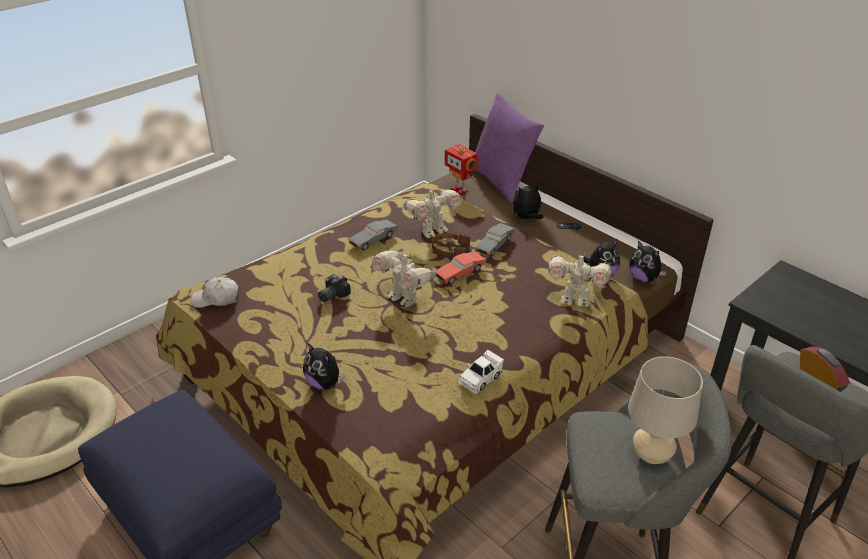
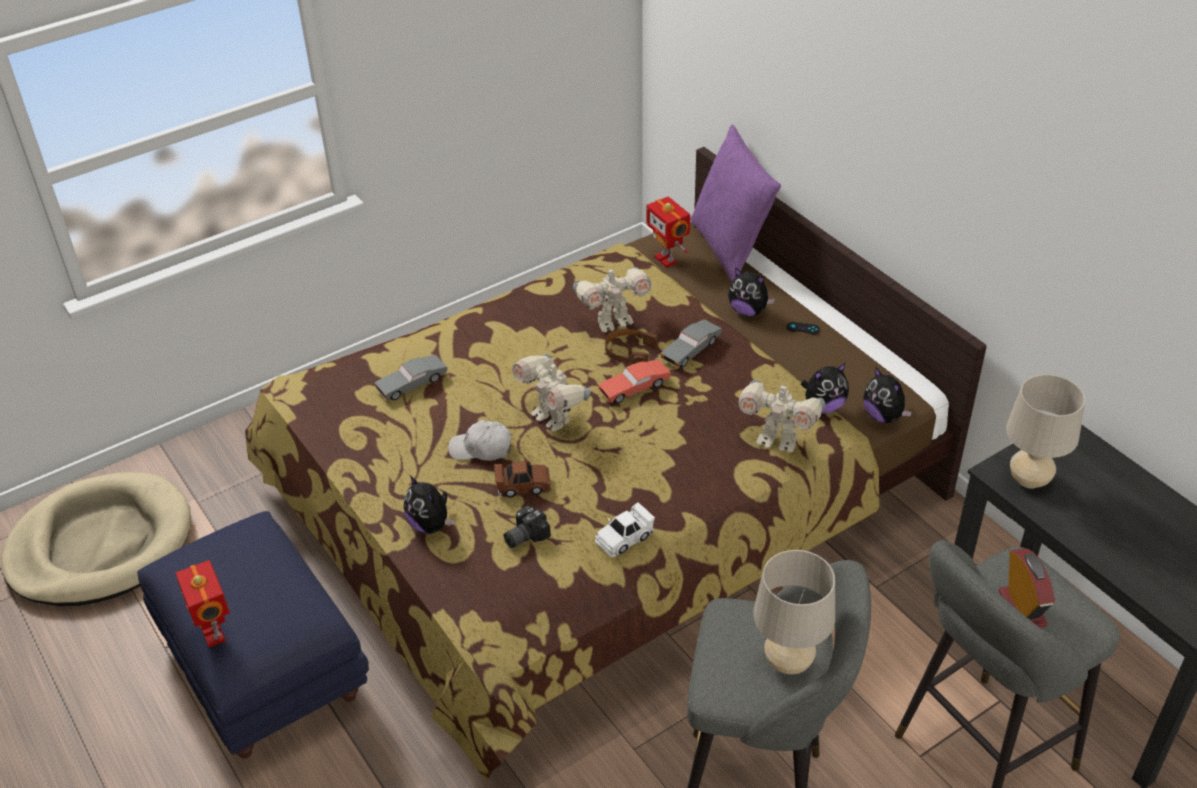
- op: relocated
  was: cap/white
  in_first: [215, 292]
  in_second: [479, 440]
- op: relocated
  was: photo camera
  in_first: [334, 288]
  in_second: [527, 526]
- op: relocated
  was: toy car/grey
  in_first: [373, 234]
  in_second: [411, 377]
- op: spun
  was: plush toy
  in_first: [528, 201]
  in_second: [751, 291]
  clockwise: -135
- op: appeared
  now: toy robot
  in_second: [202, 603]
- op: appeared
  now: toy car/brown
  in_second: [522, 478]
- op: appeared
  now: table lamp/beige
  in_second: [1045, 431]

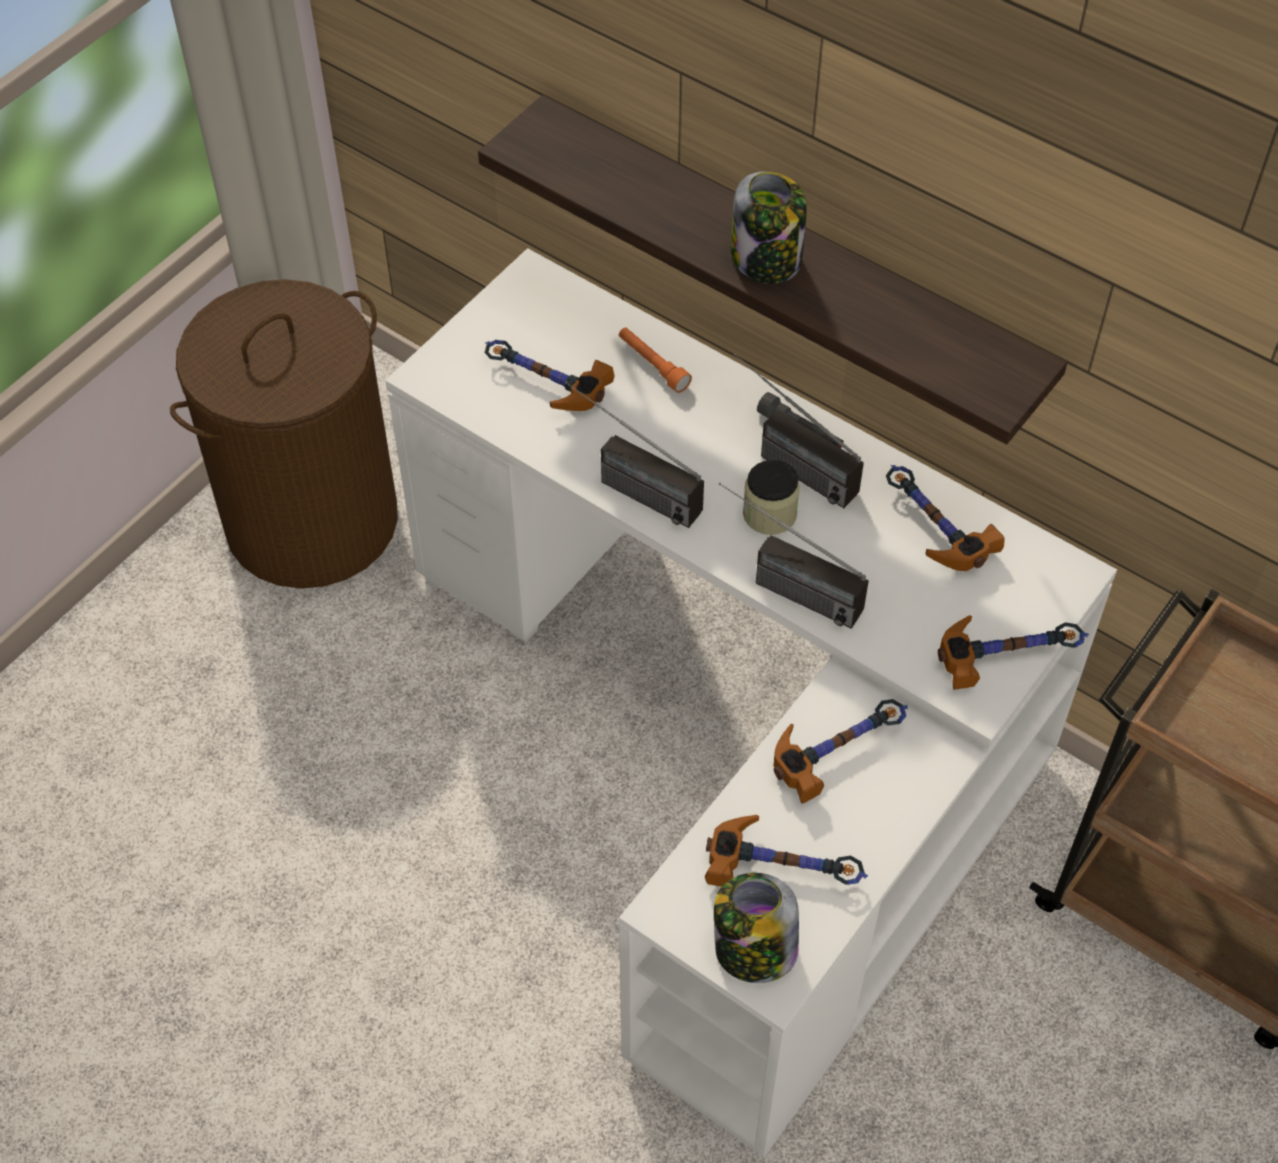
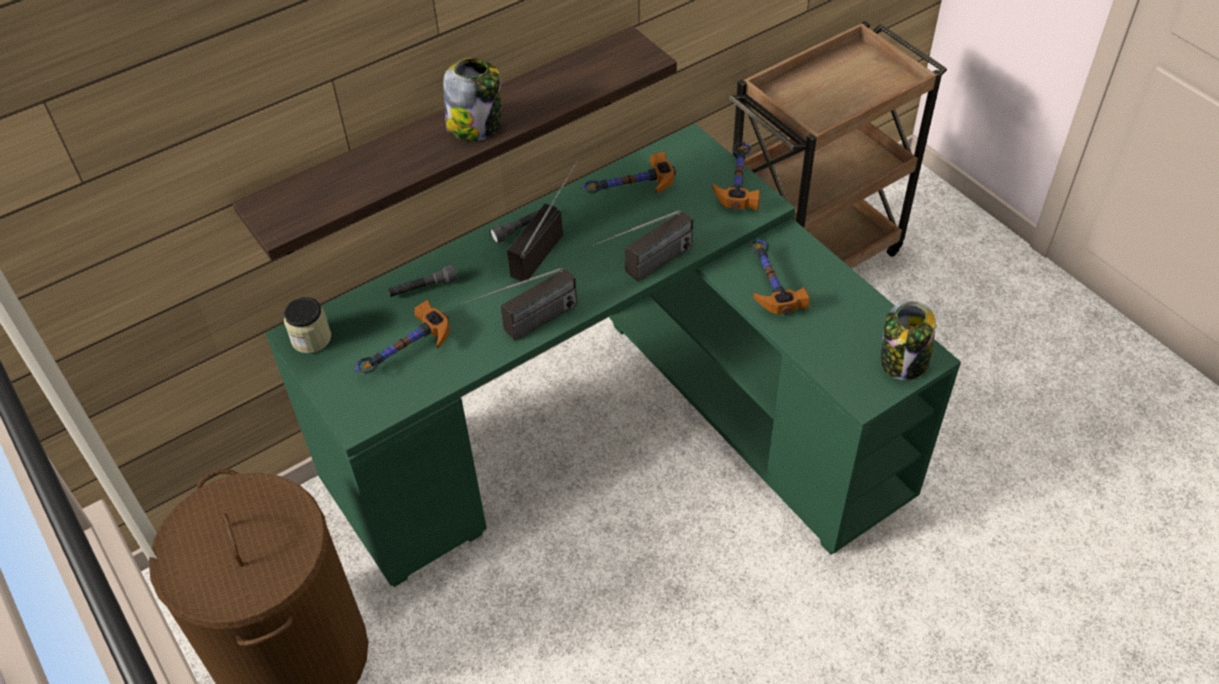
- op: colour
  was: desk/white
  now: desk/green
  in_first: [751, 702]
  in_second: [613, 355]
- op: colour
  was: flashlight/orange
  now: flashlight/grey
  in_first: [655, 360]
  in_second: [422, 280]
- op: missing
  was: hammer
  in_first: [786, 851]
- op: spun
  was: radio
  in_first: [799, 430]
  in_second: [542, 221]
  clockwise: 150
- op: relocated
  was: jar
  in_first: [771, 497]
  in_second: [307, 325]

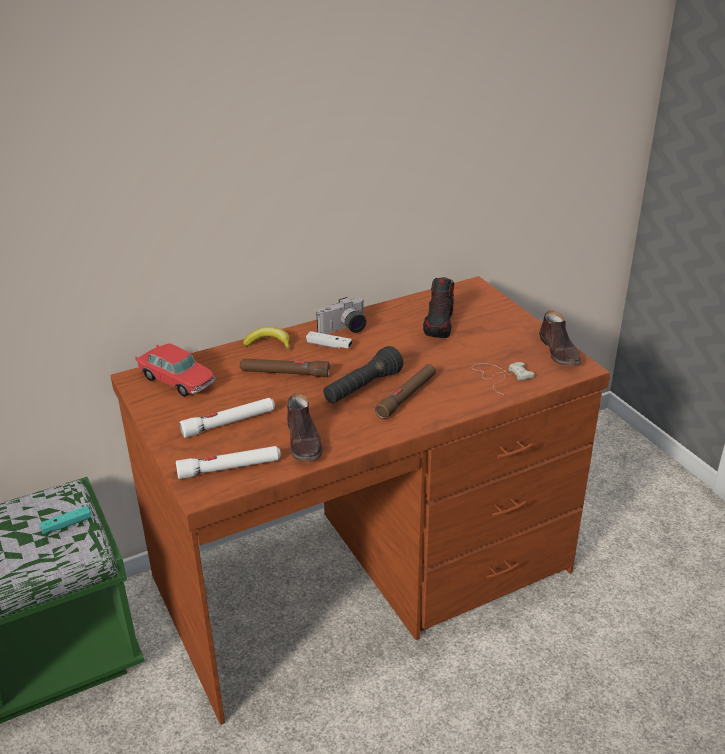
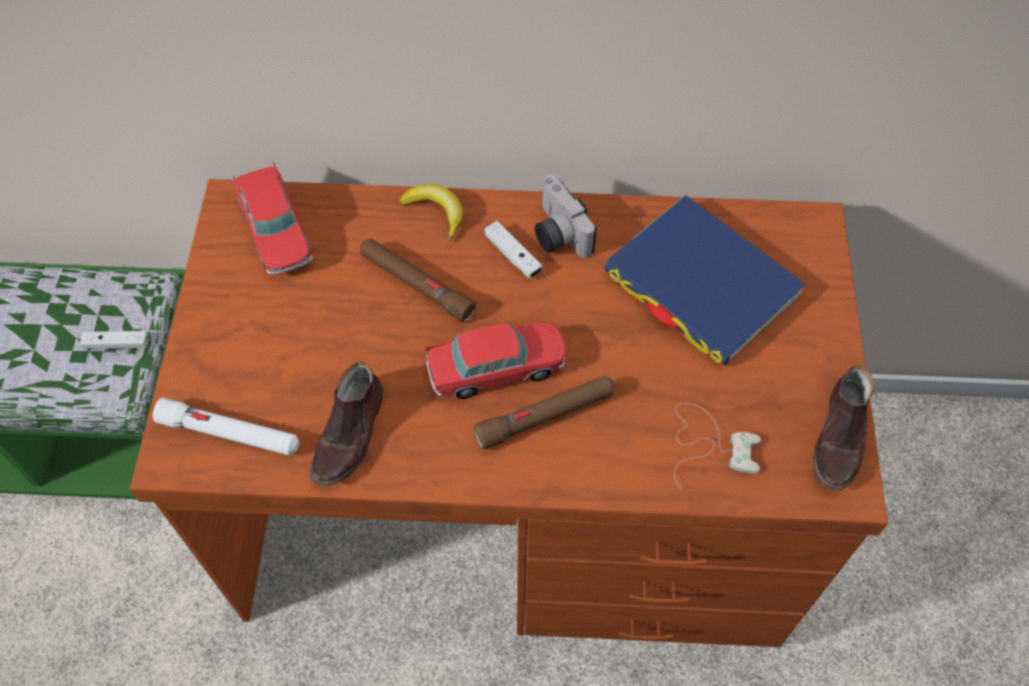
- op: colour
  was: game controller/turquoise
  now: game controller/white
  in_first: [65, 520]
  in_second: [114, 340]
- op: missing
  was: flashlight/white
  in_first: [227, 418]
- op: spun
  was: photo camera
  in_first: [341, 315]
  in_second: [566, 216]
  clockwise: 60
- op: exchanged
  was: flashlight/black
  now: toy car
  in_first: [363, 375]
  in_second: [495, 361]
- op: exchanged
  was: shoe
  now: book/blue
  in_first: [438, 307]
  in_second: [705, 280]

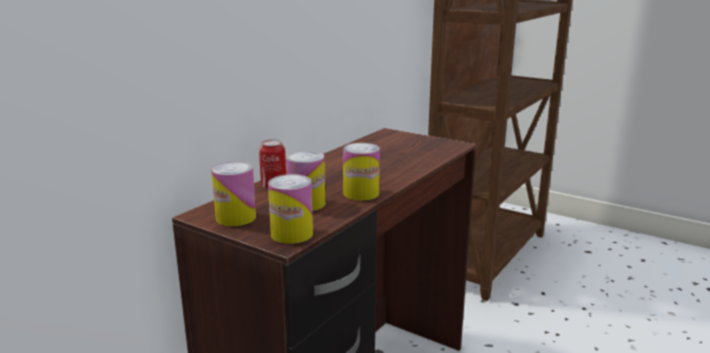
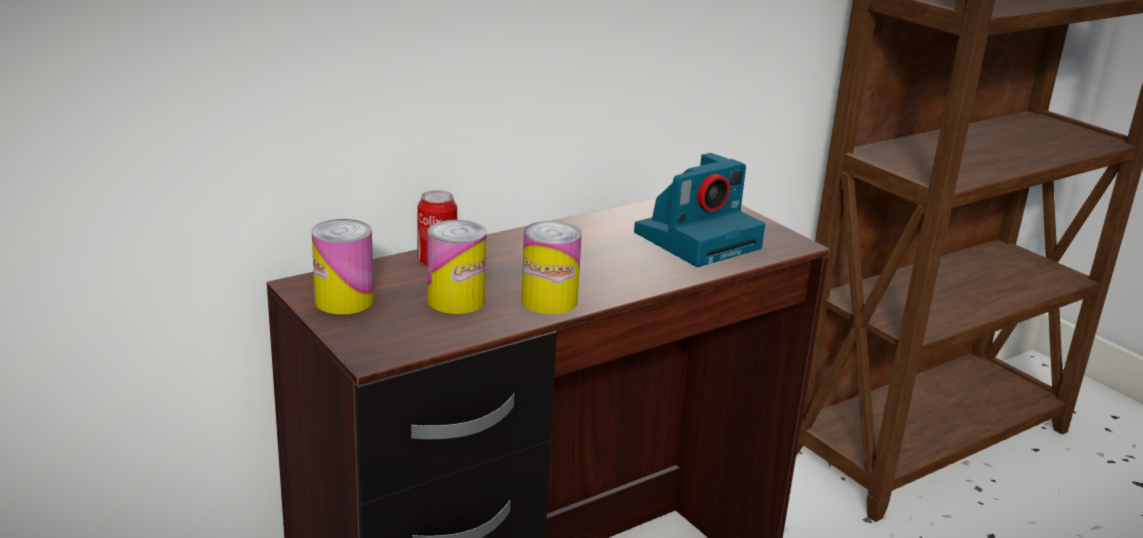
- op: missing
  was: can
  in_first: [290, 209]
- op: appeared
  now: photo camera
  in_second: [699, 210]

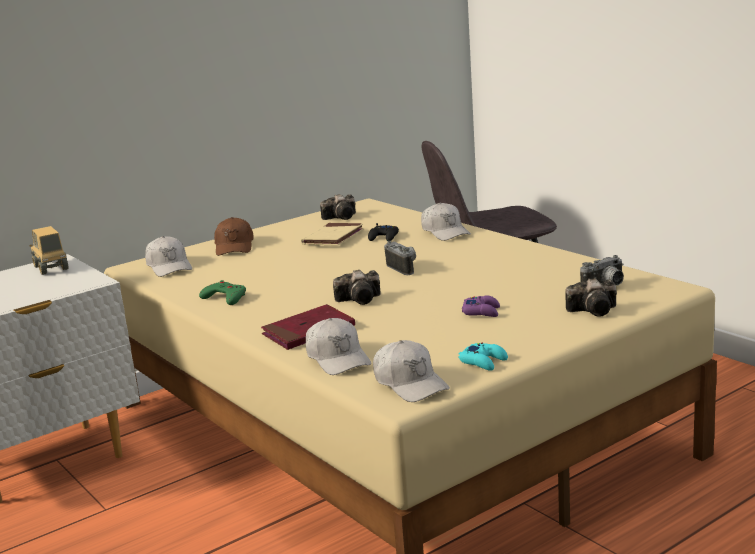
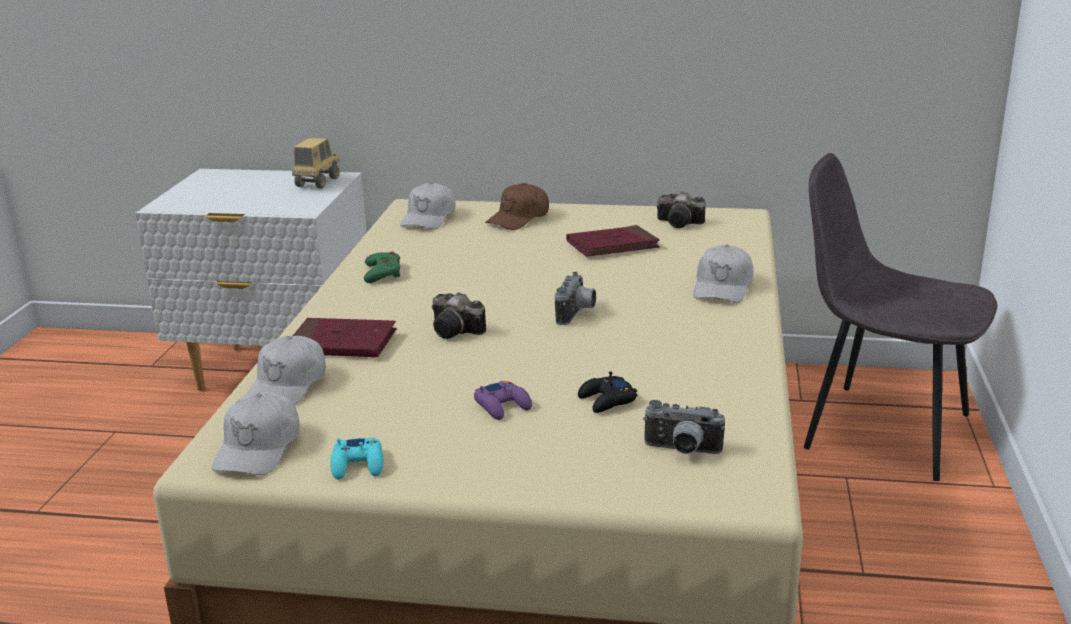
- op: colour
  was: book/beige
  now: book/red
  in_first: [332, 234]
  in_second: [613, 241]
- op: relocated
  was: game controller/black
  in_first: [383, 232]
  in_second: [607, 392]
- op: missing
  was: photo camera
  in_first: [591, 297]

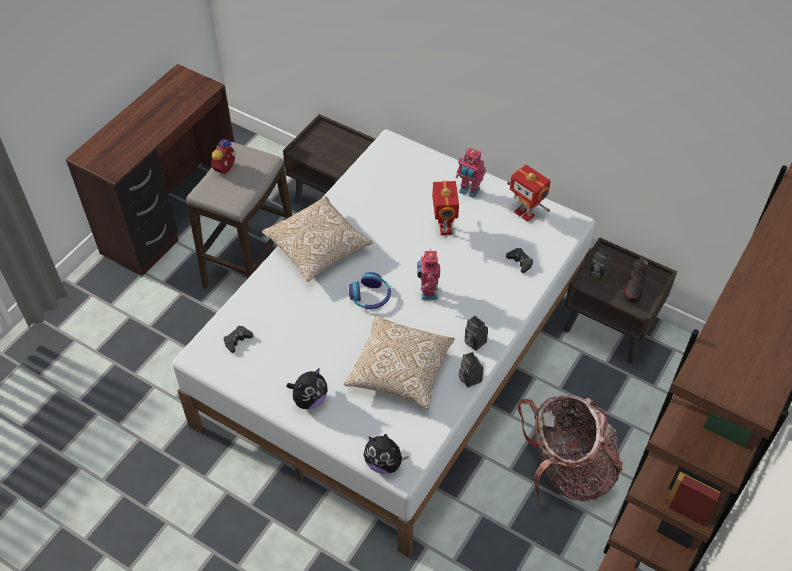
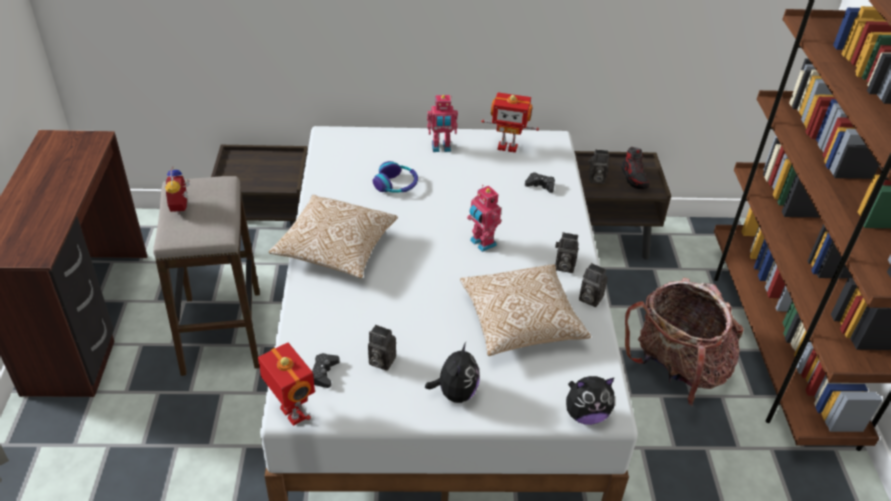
- op: relocated
  was: headphones
  in_first: [370, 290]
  in_second: [395, 177]
- op: relocated
  was: toy robot
  in_first: [445, 208]
  in_second: [286, 384]
- op: appeared
  now: photo camera
  in_second: [382, 348]

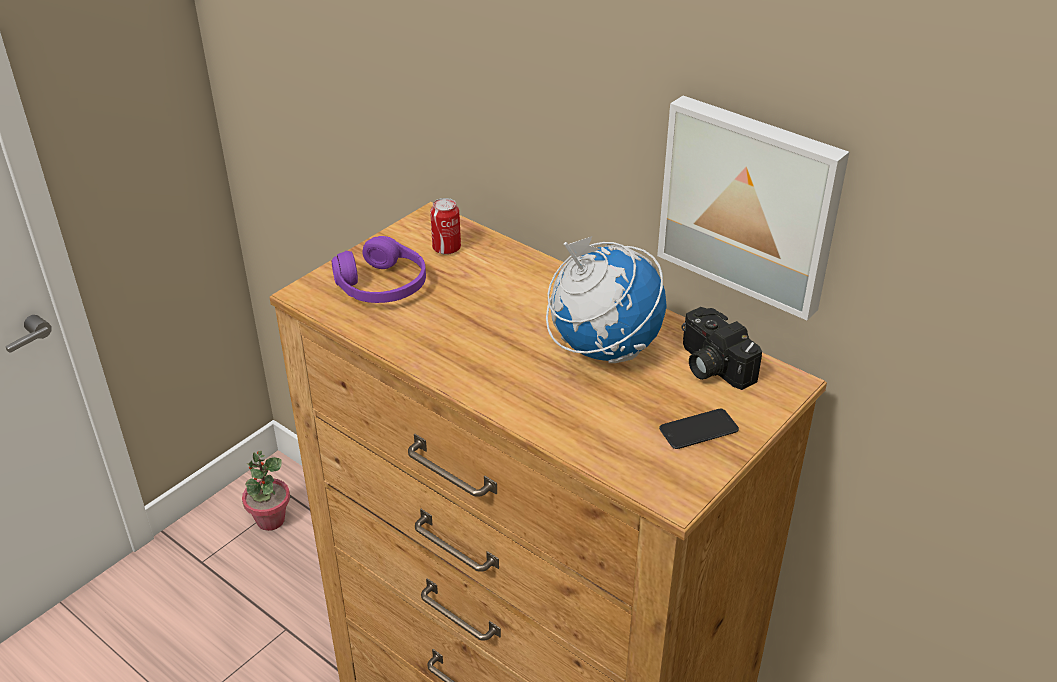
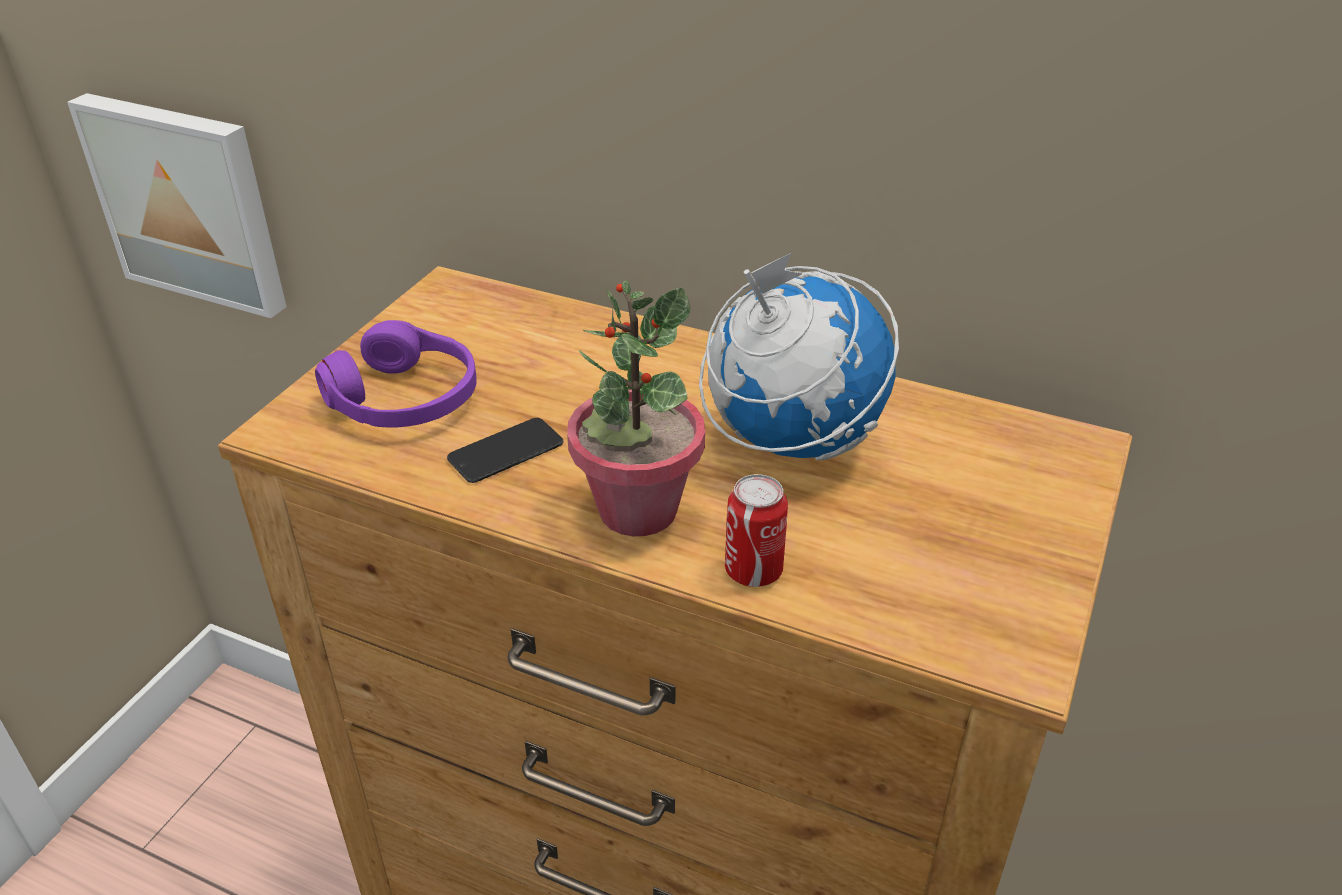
- op: relocated
  was: potted plant
  in_first: [266, 491]
  in_second: [636, 408]
- op: relocated
  was: can
  in_first: [445, 226]
  in_second: [756, 530]
- op: relocated
  was: picture
  in_first: [753, 208]
  in_second: [177, 205]
- op: relocated
  was: phone
  in_first: [699, 429]
  in_second: [505, 450]
- op: missing
  was: photo camera
  in_first: [722, 348]

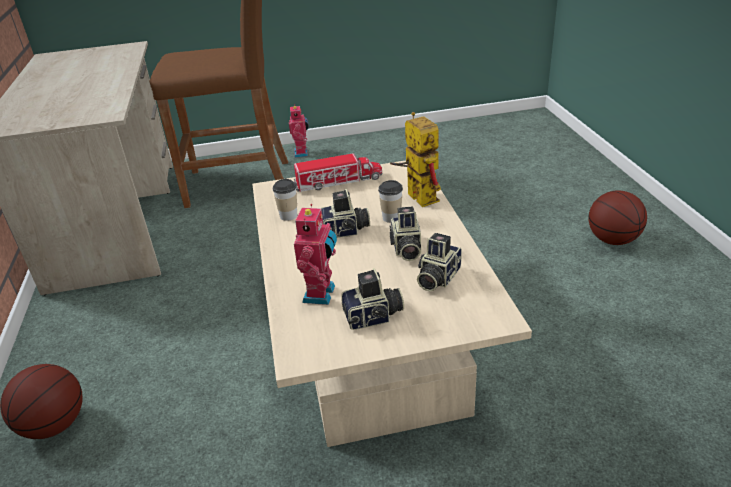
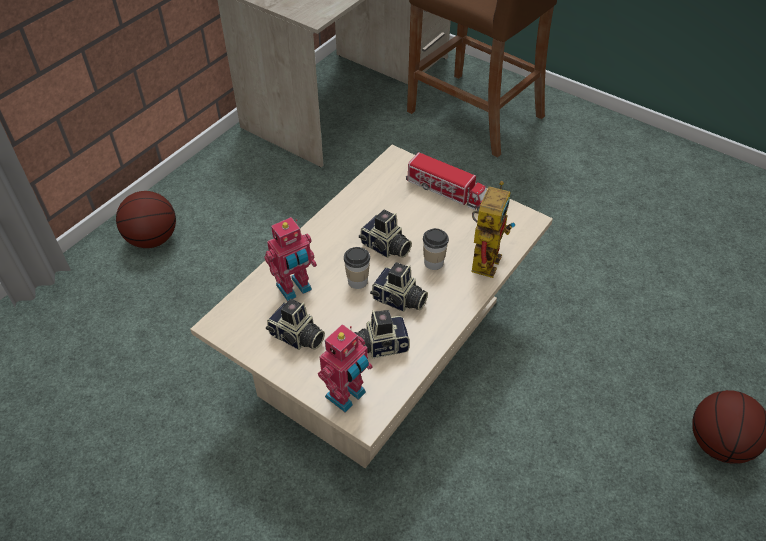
- op: relocated
  was: cup
  in_first: [285, 200]
  in_second: [357, 268]
- op: relocated
  was: toy robot
  in_first: [299, 131]
  in_second: [345, 368]
- op: spun
  was: photo camera
  in_first: [405, 233]
  in_second: [399, 287]
  clockwise: -105

